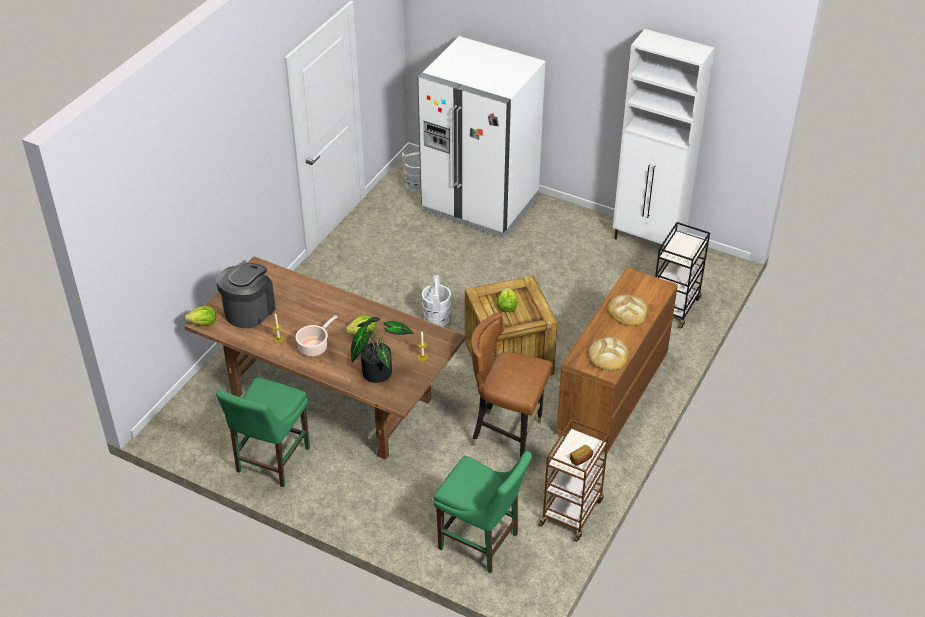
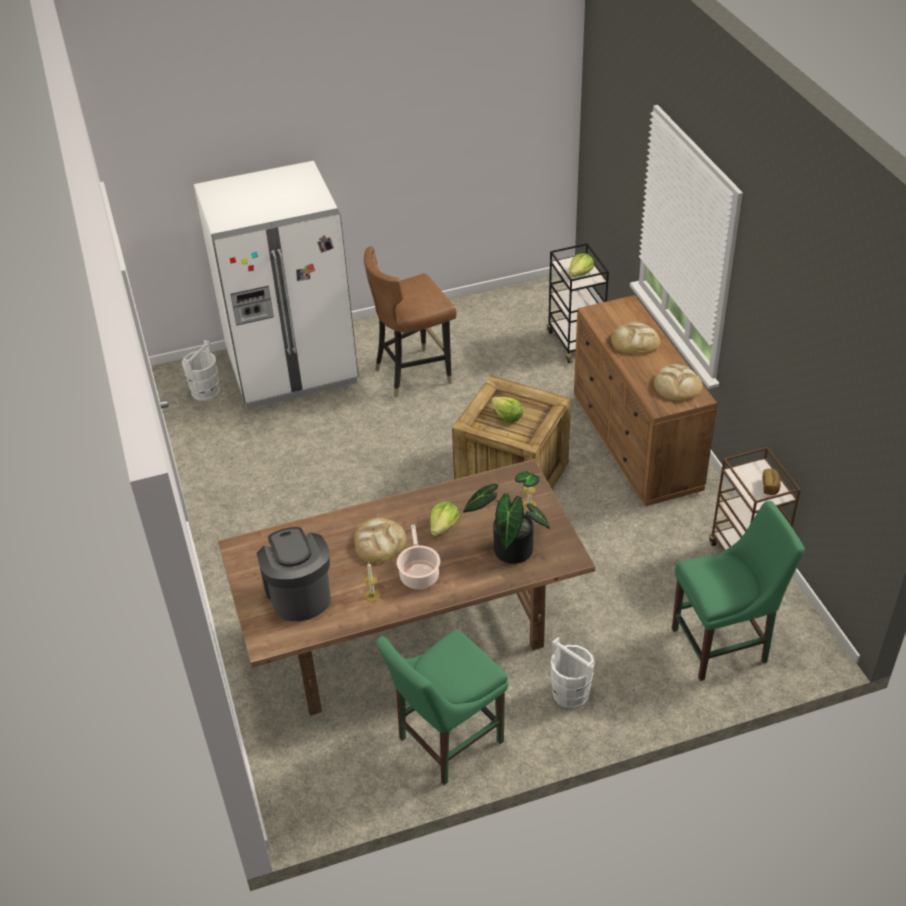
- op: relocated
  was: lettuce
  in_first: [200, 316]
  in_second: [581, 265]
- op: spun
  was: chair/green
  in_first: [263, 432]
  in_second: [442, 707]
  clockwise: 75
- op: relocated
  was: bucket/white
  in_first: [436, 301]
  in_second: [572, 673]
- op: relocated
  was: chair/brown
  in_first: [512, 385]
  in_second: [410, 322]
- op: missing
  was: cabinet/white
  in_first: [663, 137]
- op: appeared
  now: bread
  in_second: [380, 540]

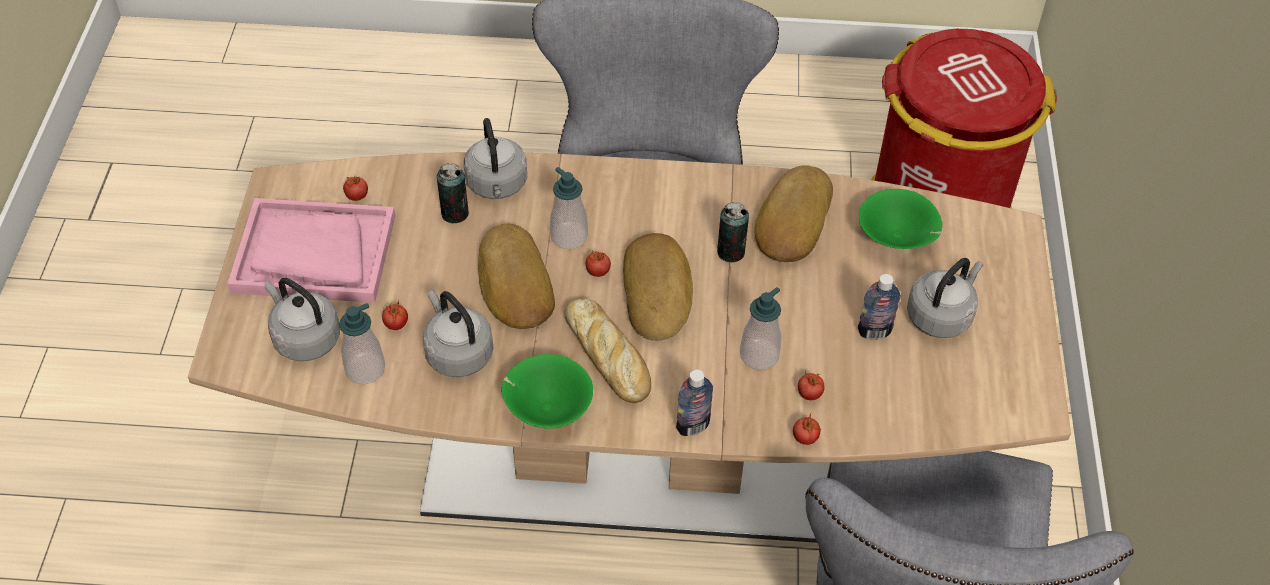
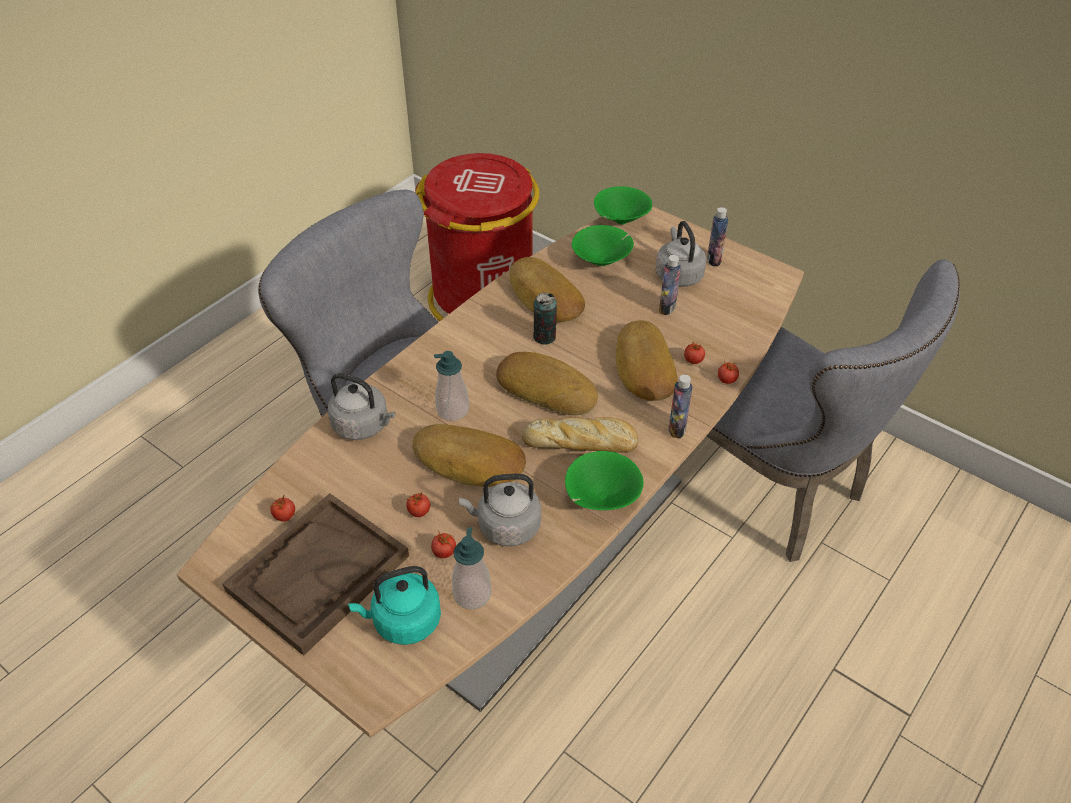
- op: colour
  was: tray/pink
  now: tray/brown
  in_first: [311, 250]
  in_second: [315, 574]
- op: colour
  was: kettle/grey
  now: kettle/turquoise
  in_first: [302, 319]
  in_second: [394, 605]
- op: missing
  was: can
  in_first: [453, 193]
- op: relocated
  was: tomato
  in_first: [598, 264]
  in_second: [418, 504]
- op: exchanged
  was: soap dispenser
  now: bread
  in_first: [760, 328]
  in_second: [646, 360]
- op: appeared
  now: bowl/green
  in_second: [623, 205]
- op: appeared
  now: bottle
  in_second: [717, 236]

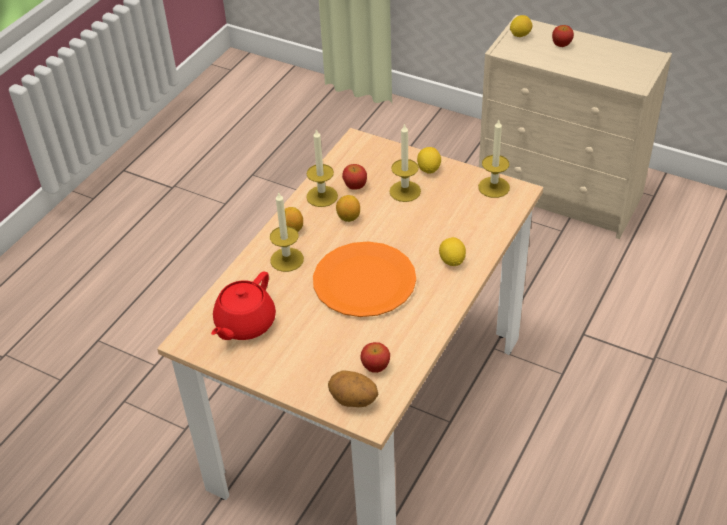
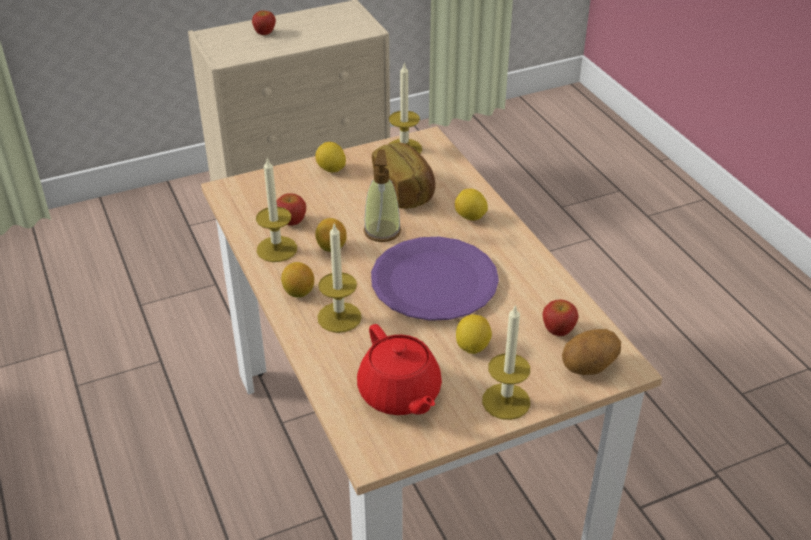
- op: colour
  was: plate/orange
  now: plate/purple
  in_first: [364, 279]
  in_second: [435, 279]
- op: relocated
  was: candle
  in_first: [405, 162]
  in_second: [506, 362]
- op: relocated
  was: lemon
  in_first: [521, 26]
  in_second: [474, 334]
- op: appeared
  now: soap dispenser
  in_second: [382, 195]
- op: appeared
  now: bread
  in_second: [403, 176]

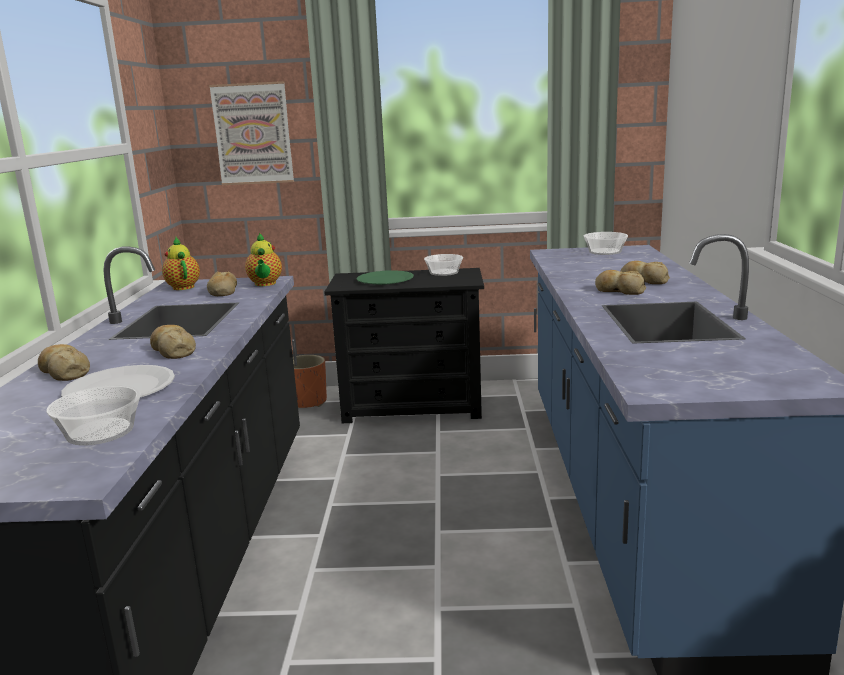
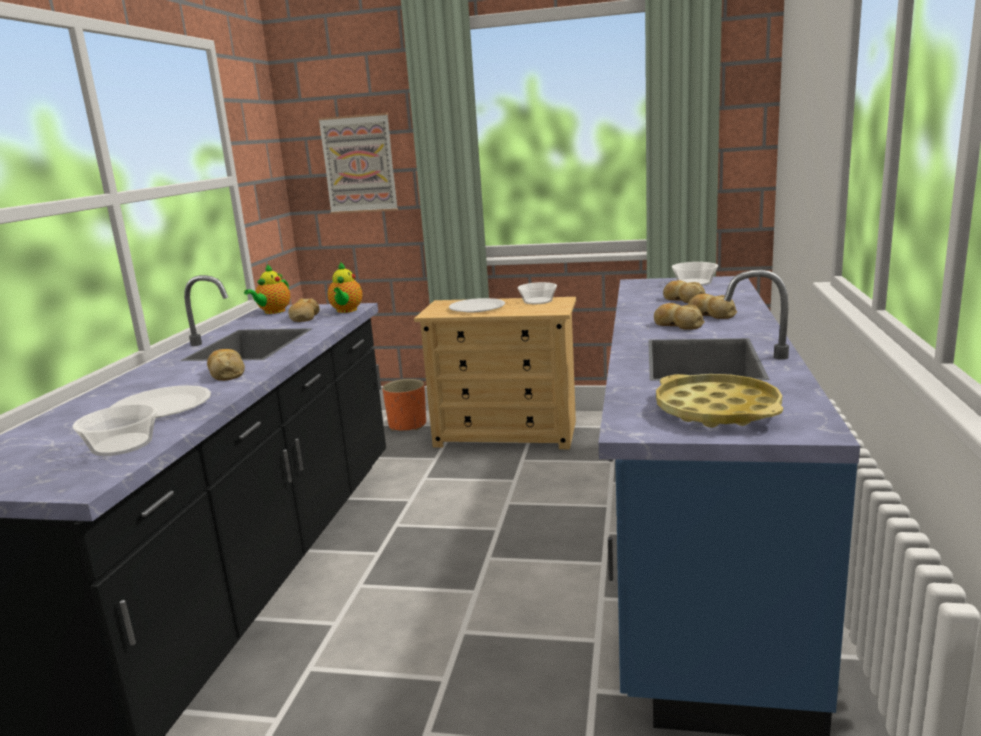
- op: relocated
  was: bread
  in_first: [64, 362]
  in_second: [684, 291]
- op: spun
  was: teapot
  in_first: [181, 263]
  in_second: [267, 289]
  clockwise: -135
- op: colour
  was: dresser/black
  now: dresser/beige
  in_first: [404, 345]
  in_second: [495, 373]
- op: colour
  was: plate/green
  now: plate/white
  in_first: [385, 277]
  in_second: [477, 305]
- op: appeared
  now: tray/yellow
  in_second: [719, 401]

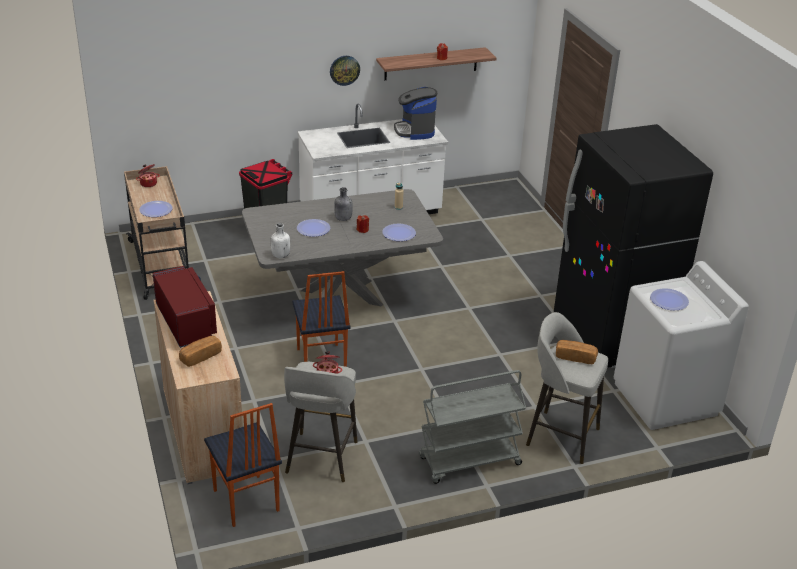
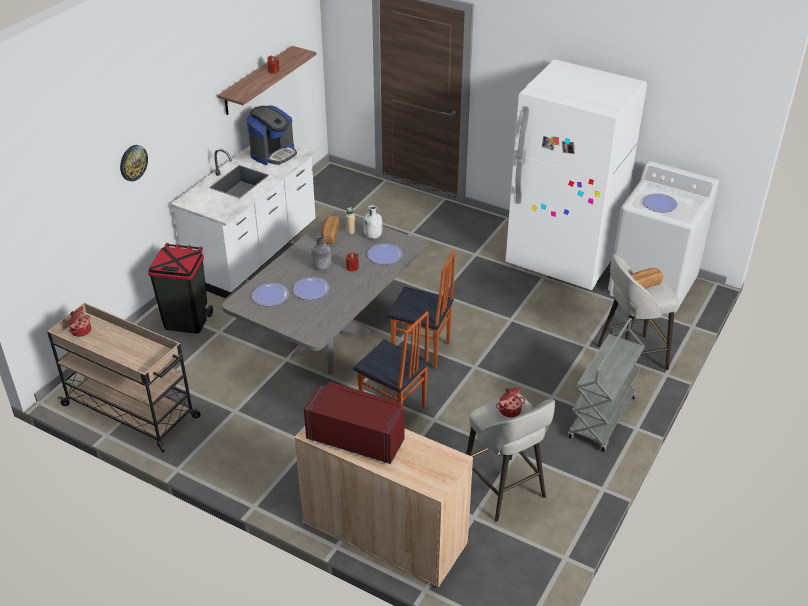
- op: relocated
  was: plate
  in_first: [156, 209]
  in_second: [270, 294]
- op: relocated
  was: bread
  in_first: [200, 351]
  in_second: [330, 230]
- op: relocated
  was: chair
  in_first: [243, 465]
  in_second: [421, 309]
- op: relocated
  was: bottle/white
  in_first: [280, 240]
  in_second: [372, 222]
- op: relocated
  was: wall clock
  in_first: [345, 71]
  in_second: [134, 163]
- op: spun
  was: coffee machine
  in_first: [415, 113]
  in_second: [271, 135]
  clockwise: -90
- op: colour
  was: fridge/black
  now: fridge/white
  in_first: [633, 246]
  in_second: [576, 175]

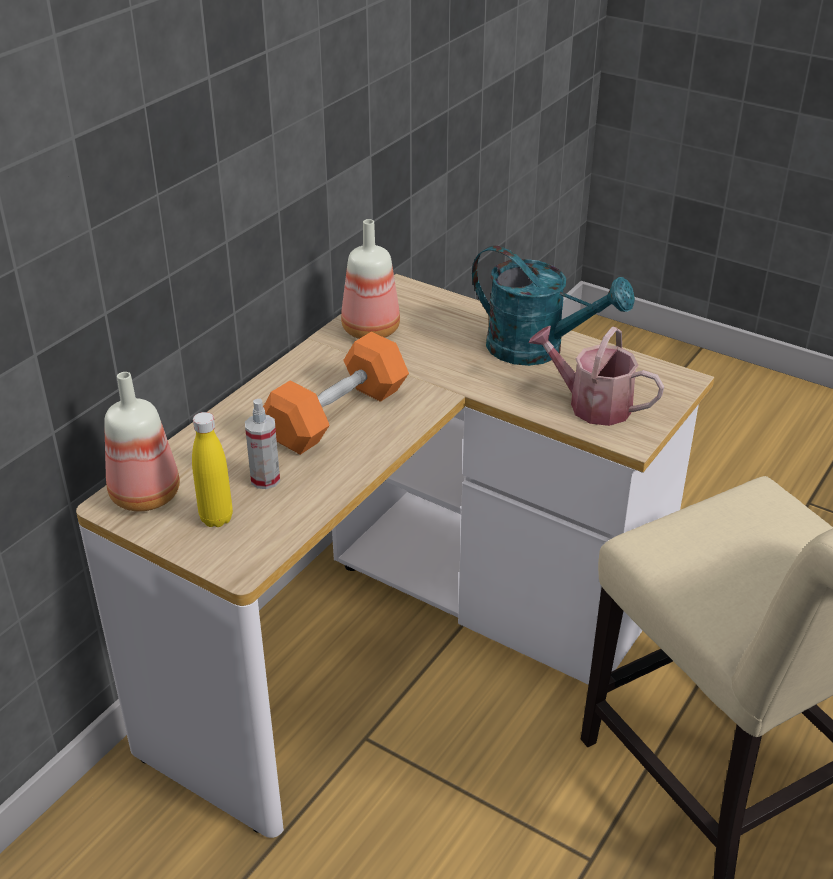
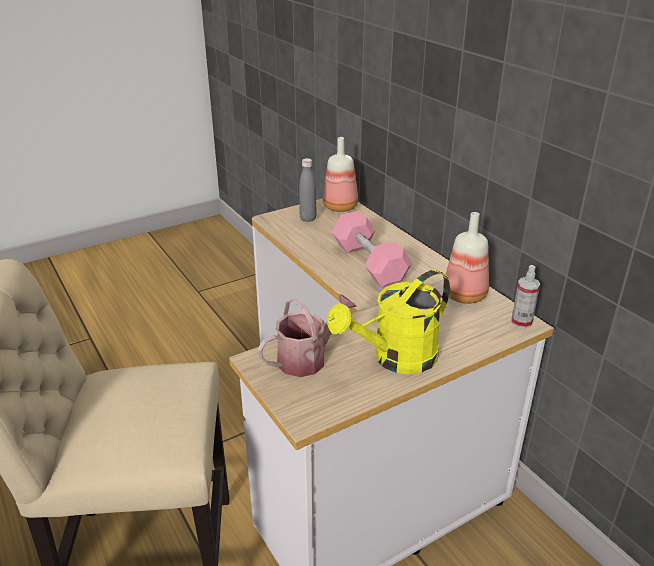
- op: colour
  was: bottle/yellow
  now: bottle/grey
  in_first: [212, 469]
  in_second: [308, 190]
- op: relocated
  was: spray bottle
  in_first: [262, 444]
  in_second: [525, 297]
- op: colour
  was: dumbbell/orange
  now: dumbbell/pink
  in_first: [336, 393]
  in_second: [372, 249]
- op: colour
  was: watering can/turquoise
  now: watering can/yellow
  in_first: [553, 305]
  in_second: [388, 322]

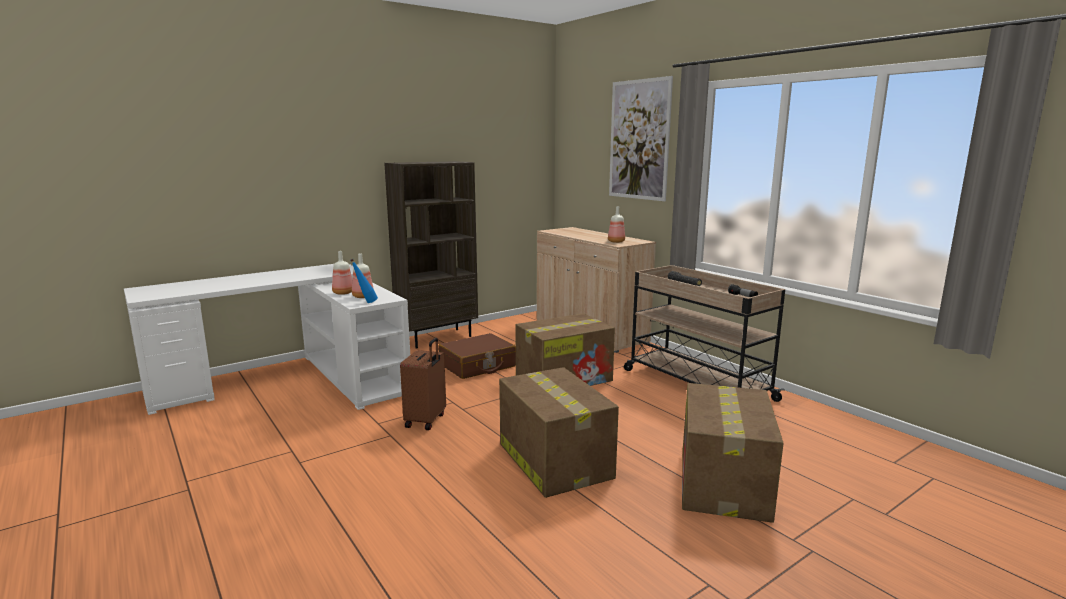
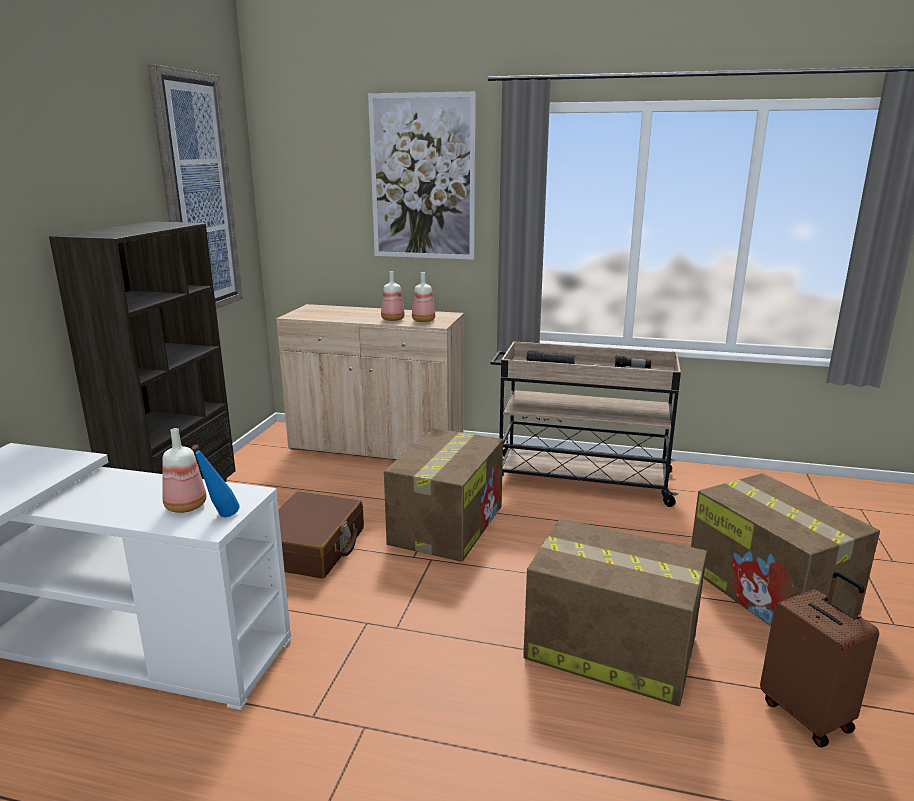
- op: relocated
  was: bottle
  in_first: [342, 273]
  in_second: [393, 296]
- op: relocated
  was: suitcase/brown
  in_first: [423, 384]
  in_second: [819, 659]
- op: appeared
  now: picture
  in_second: [195, 187]

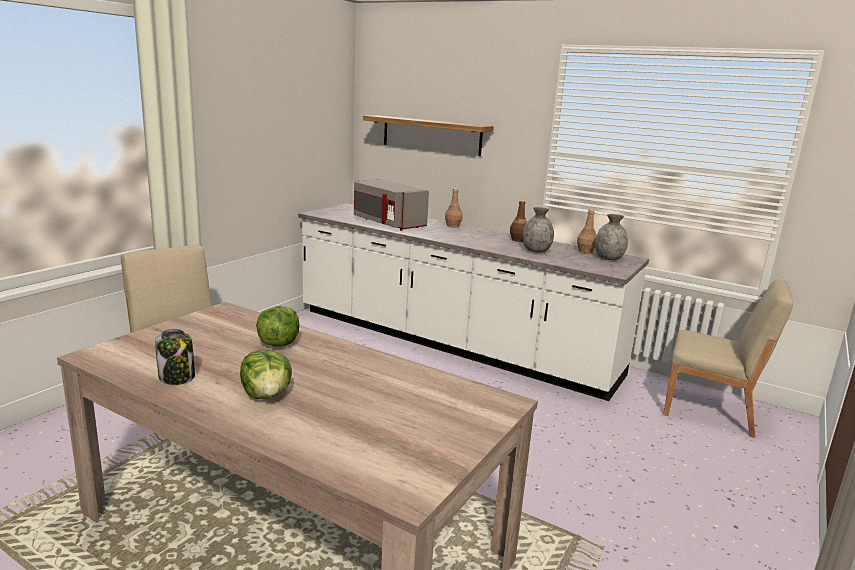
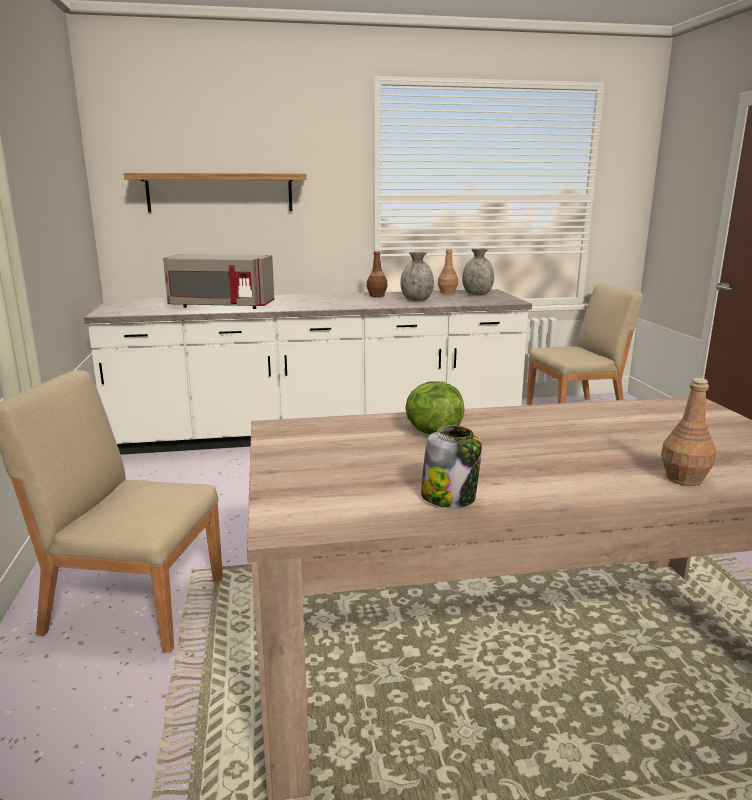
- op: missing
  was: lettuce
  in_first: [266, 374]
- op: relocated
  was: bottle/brown
  in_first: [454, 207]
  in_second: [688, 432]

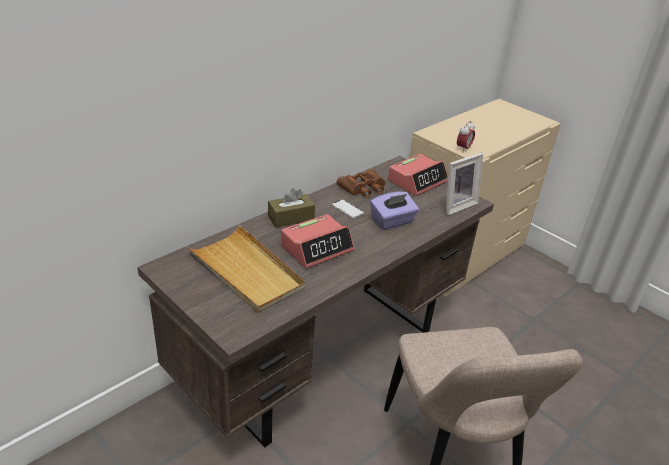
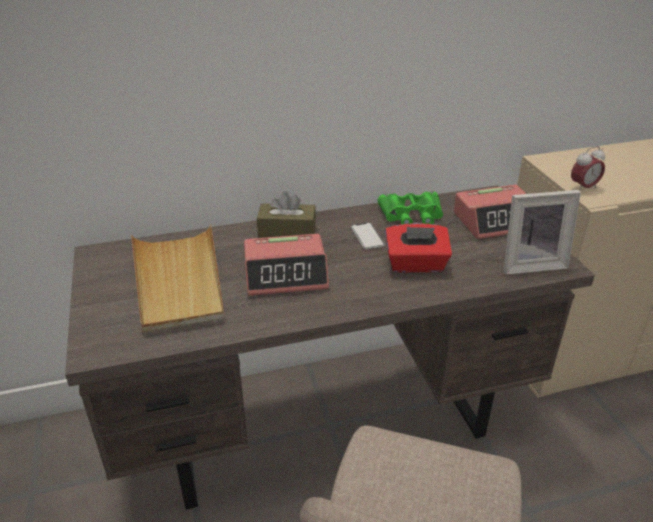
- op: colour
  was: binoculars/brown
  now: binoculars/green
  in_first: [360, 183]
  in_second: [410, 207]
- op: colour
  was: tissue box/purple
  now: tissue box/red
  in_first: [394, 210]
  in_second: [418, 248]

